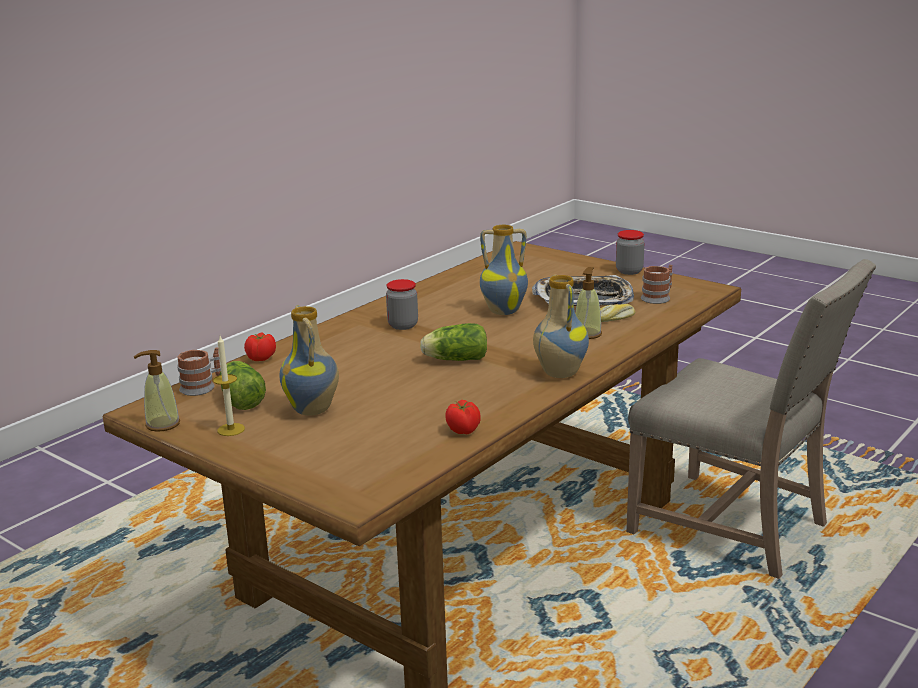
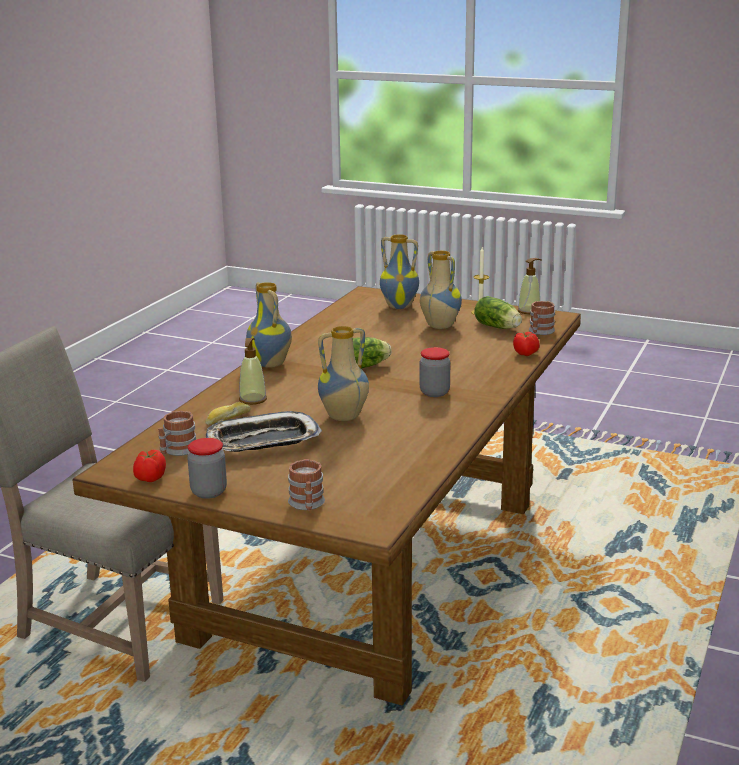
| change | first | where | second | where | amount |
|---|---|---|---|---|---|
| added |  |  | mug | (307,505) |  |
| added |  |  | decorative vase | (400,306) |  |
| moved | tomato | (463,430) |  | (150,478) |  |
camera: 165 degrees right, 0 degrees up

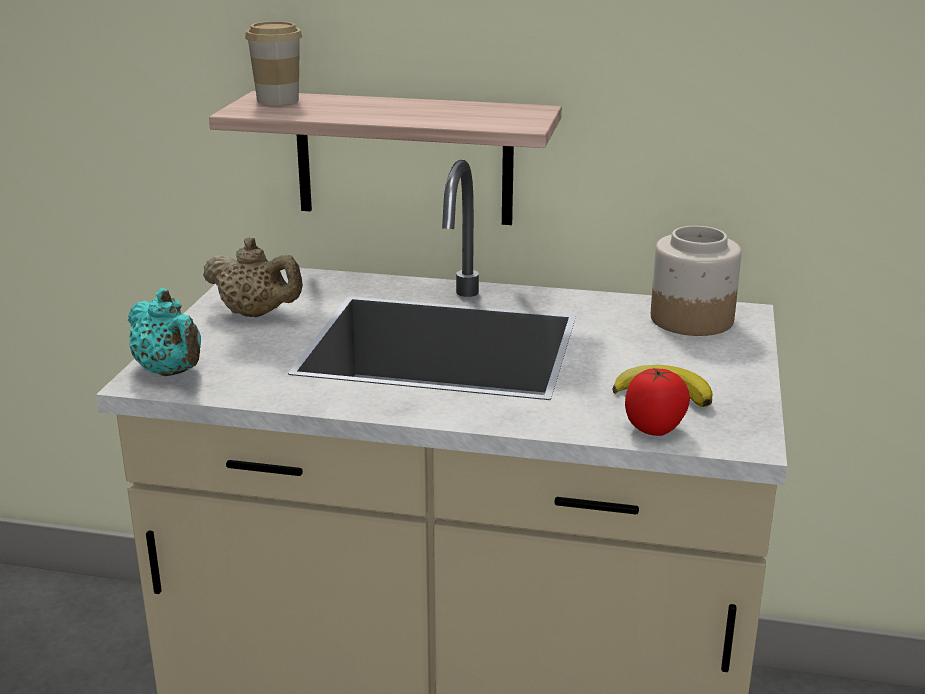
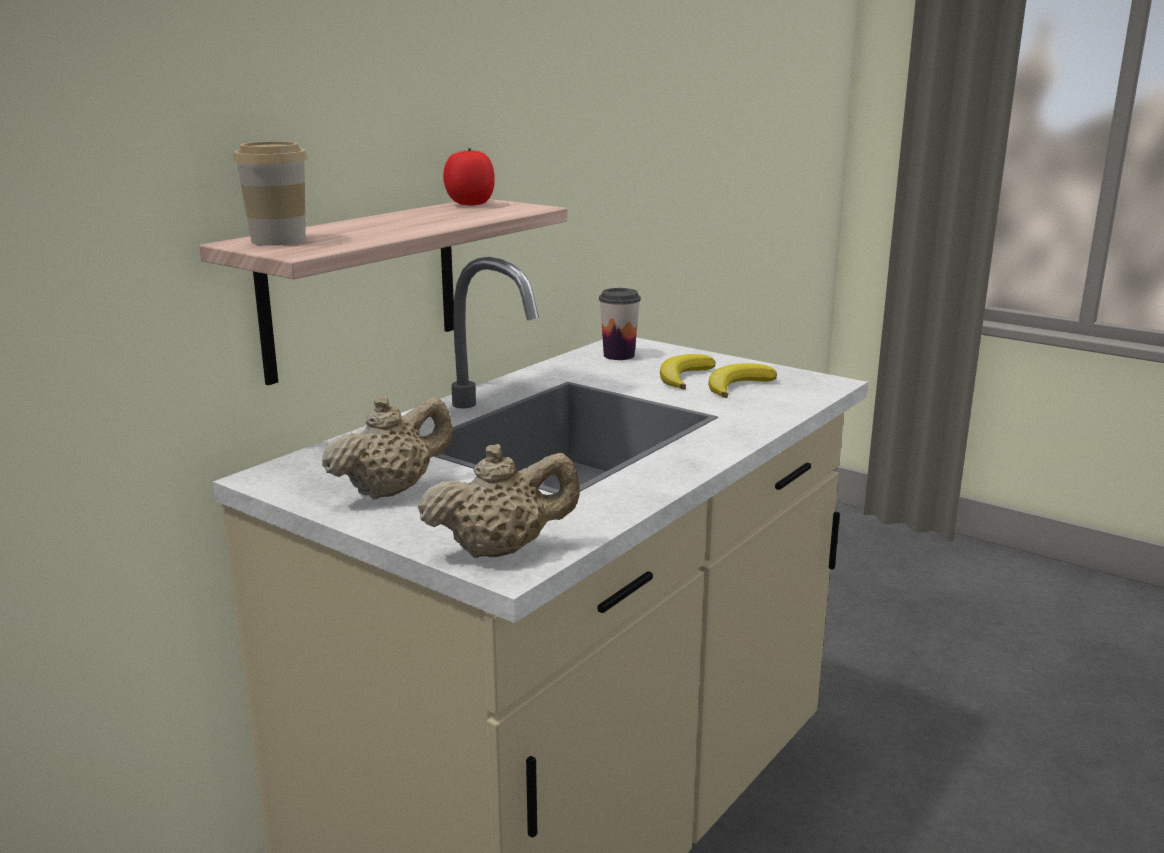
| change | first | where | second | where | amount |
|---|---|---|---|---|---|
| added |  |  | banana | (683,377) |  |
| moved | tomato | (655,429) |  | (470,204) |  |
| replaced | jar | (690,319) | drinking cup | (619,355) |  |
| recoloured | pot for tea (blue-green) | (171,372) | pot for tea (beige-coloured) | (501,550) |  |
camera: 65 degrees left, 5 degrees down

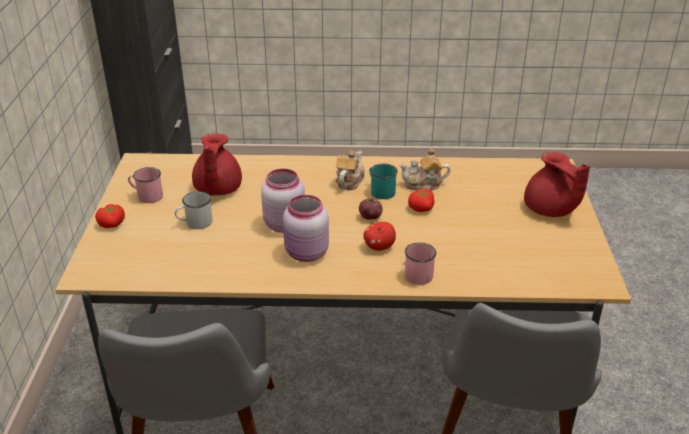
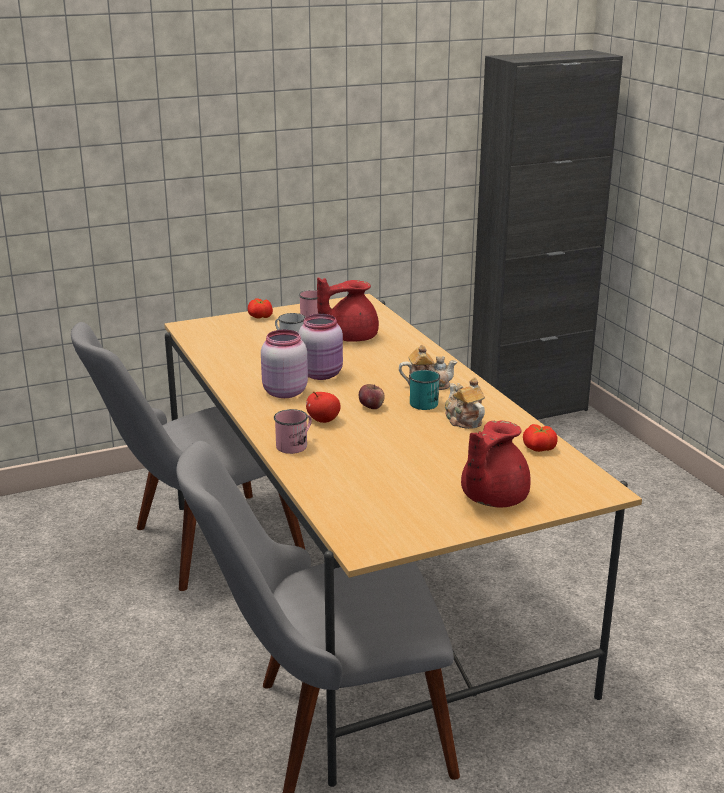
| change | first | where | second | where | amount |
|---|---|---|---|---|---|
| moved | tomato | (421,208) |  | (539,448) |  |
camera: 65 degrees right, 10 degrees down

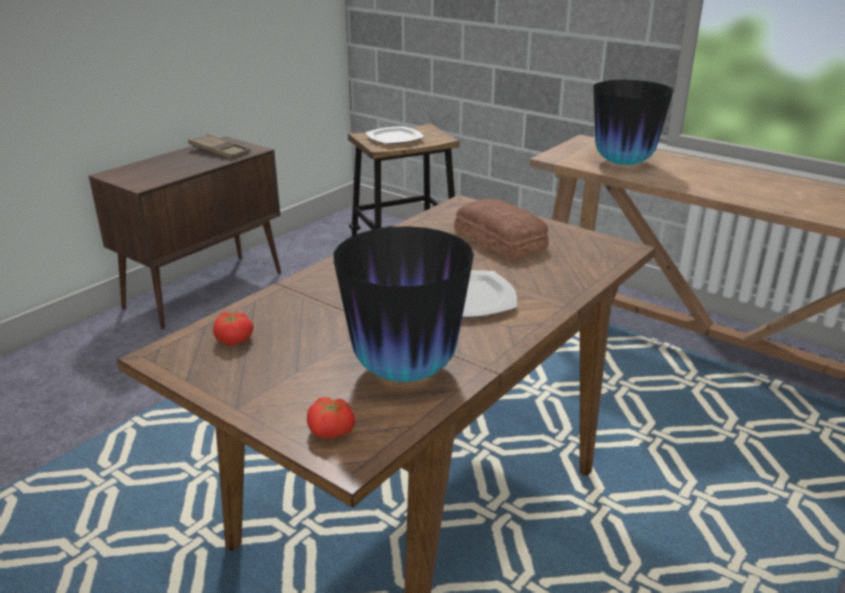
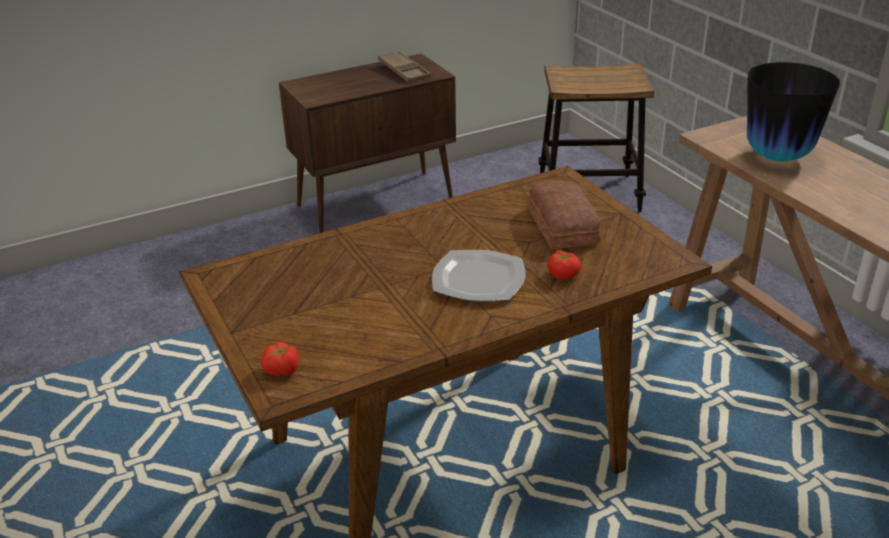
| change | first | where | second | where | amount |
|---|---|---|---|---|---|
| removed | decorative vase | (404,371) |  |  |  |
| removed | dinner plate | (394,138) |  |  |  |
| moved | tomato | (234,339) |  | (563,274) |  |
camera: 25 degrees right, 5 degrees up

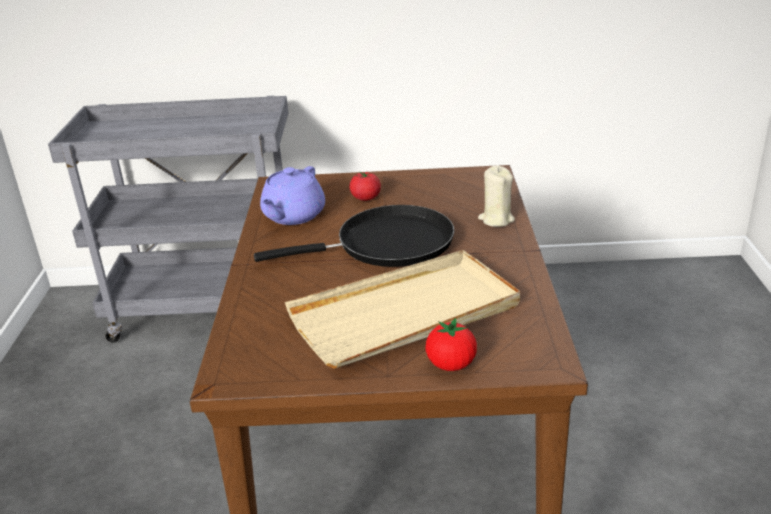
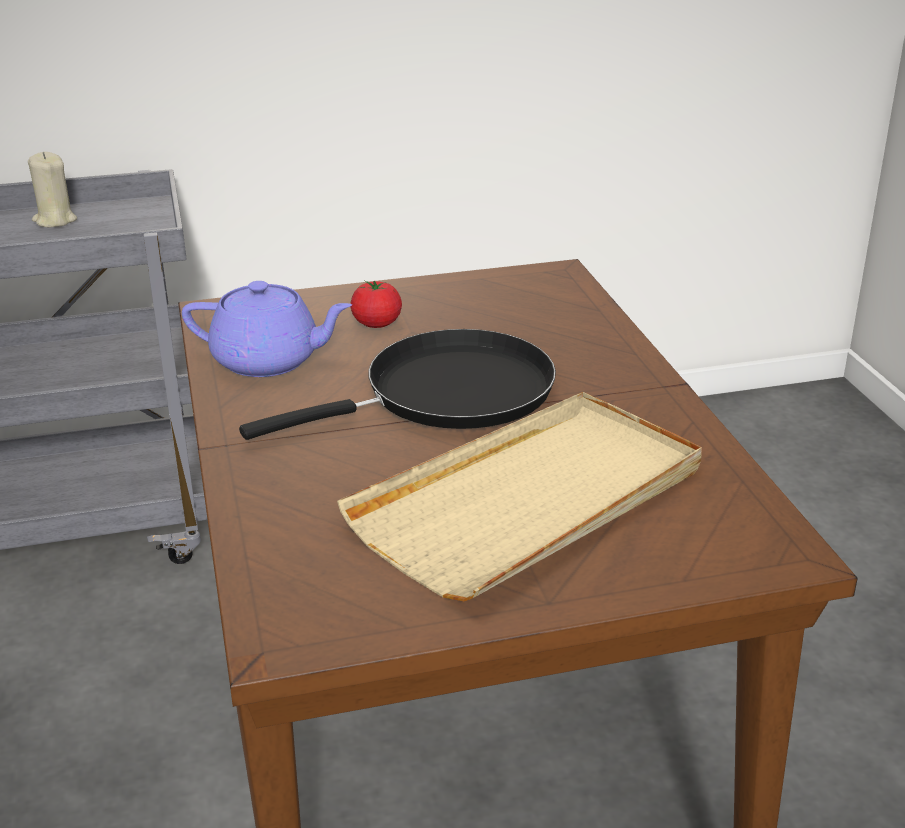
| change | first | where | second | where | amount |
|---|---|---|---|---|---|
| removed | tomato | (451,365) |  |  |  |
| moved | candle (beige-coloured) | (496,219) |  | (55,220) |  |
| turned | pot for tea (purplish) | (293,216) |  | (269,361) | 90 degrees counterclockwise |
camera: 15 degrees left, 0 degrees up

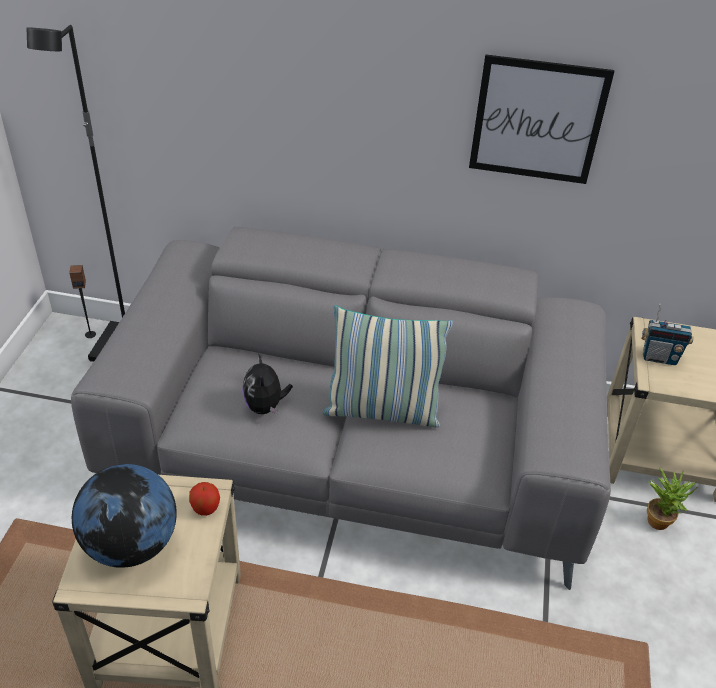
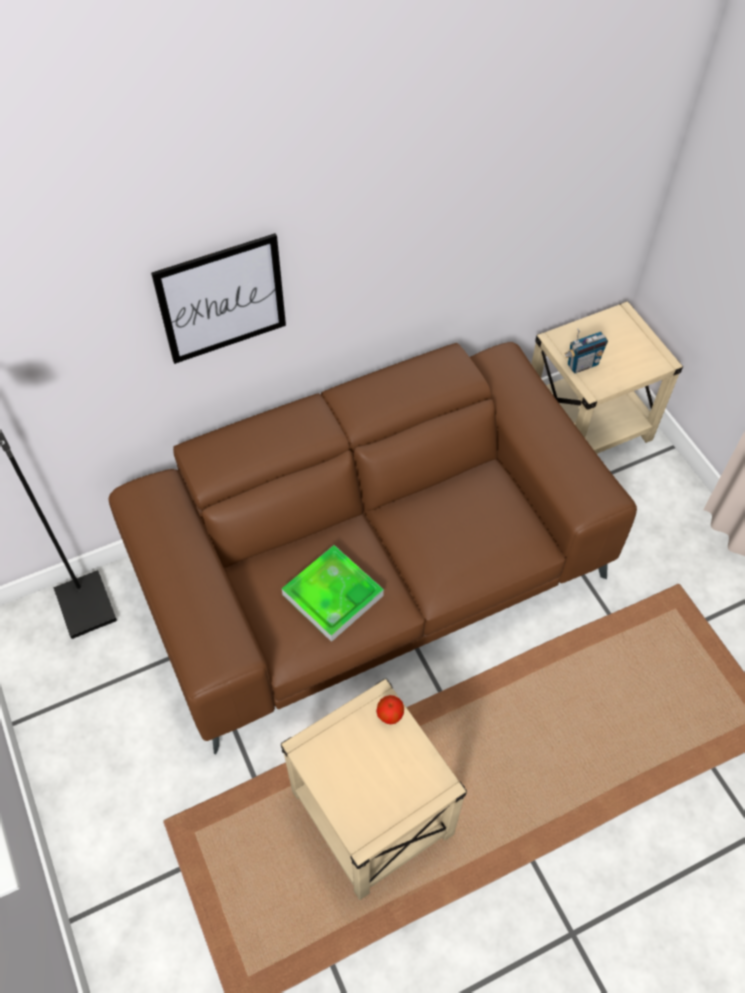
| change | first | where | second | where | amount |
|---|---|---|---|---|---|
| removed | loudspeaker | (90,334) |  |  |  |
| removed | globe | (131,545) |  |  |  |
| removed | throw pillow | (382,411) |  |  |  |
| removed | potted plant | (659,518) |  |  |  |
| moved | picture | (537,120) |  | (222,299) |  |
| replaced | cuddly toy | (265,407) | serving tray | (333,595) |  |
| recoloured | sofa (grey) | (353,449) | sofa (brownish) | (372,569) |  |
camera: 35 degrees left, 15 degrees up

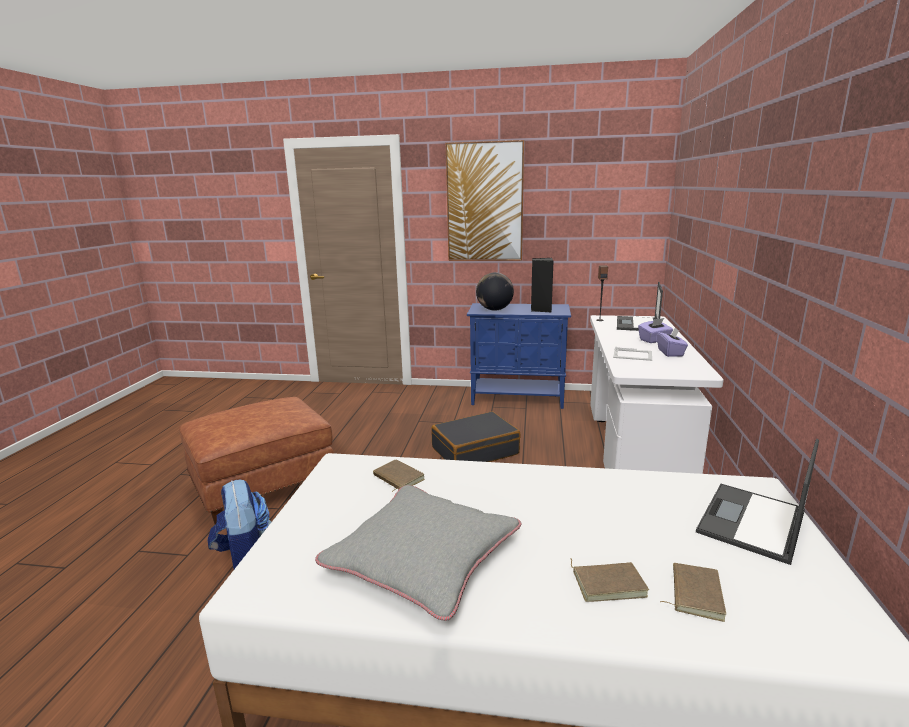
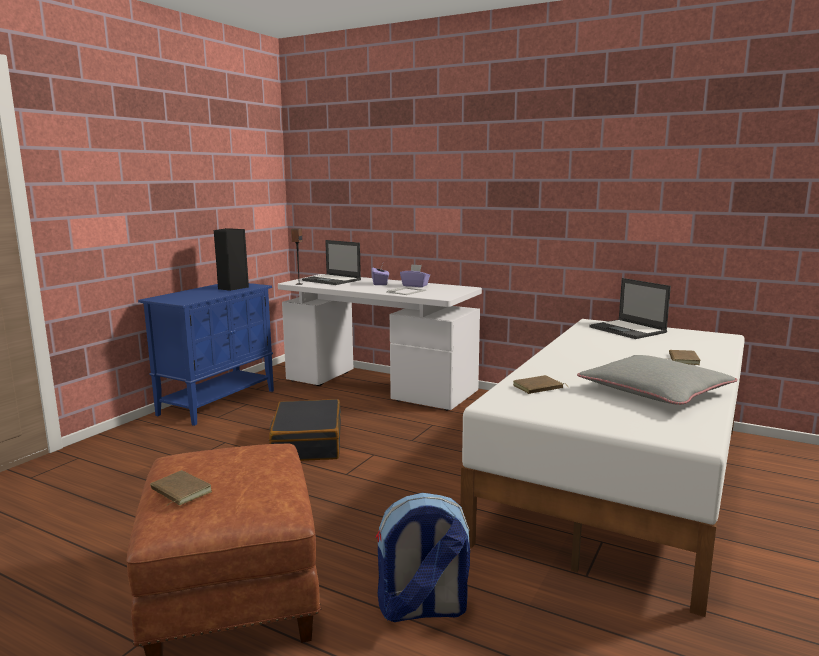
| change | first | where | second | where | amount |
|---|---|---|---|---|---|
| removed | picture | (485,202) |  |  |  |
| removed | globe | (494,310) |  |  |  |
| moved | bound book (brownish) | (694,593) |  | (179,491) |  |
camera: 70 degrees left, 5 degrees down

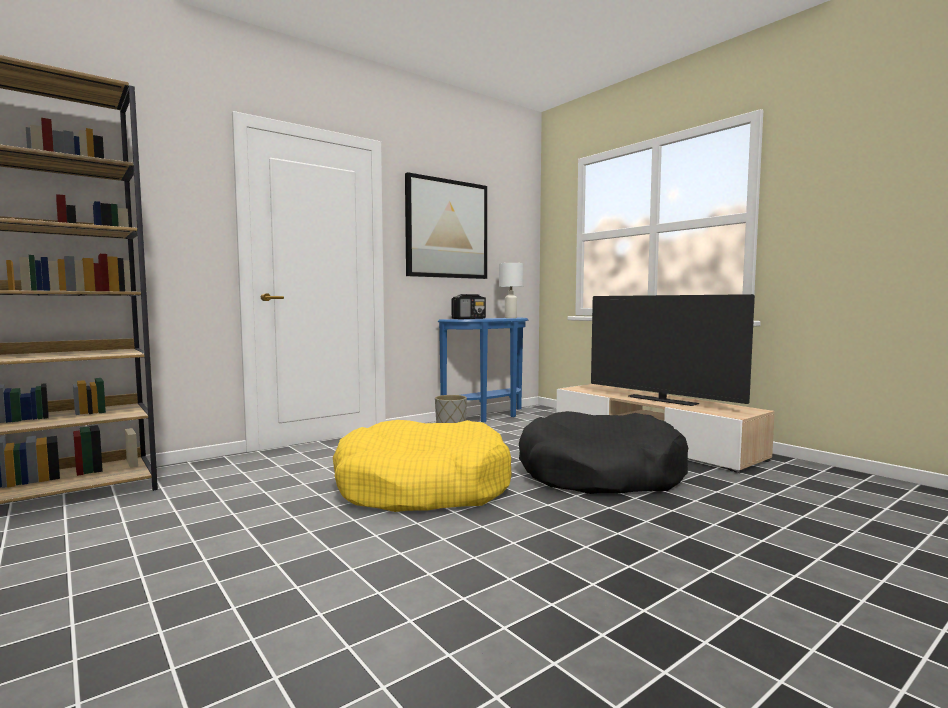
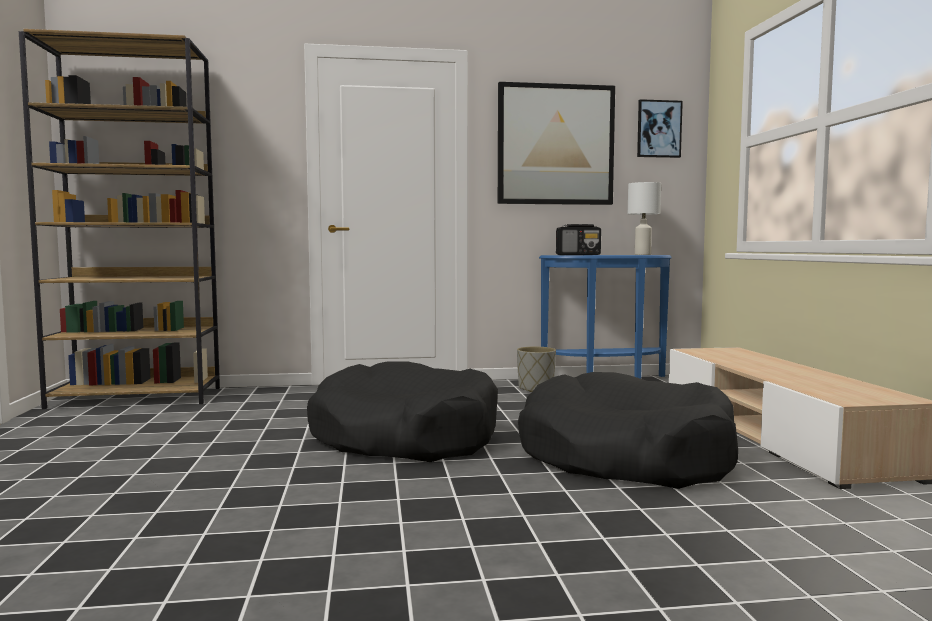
| change | first | where | second | where | amount |
|---|---|---|---|---|---|
| removed | TV set | (661,400) |  |  |  |
| added |  |  | picture | (658,129) |  |
| recoloured | dog bed (yellow) | (422,488) | dog bed (black-coloured) | (404,437) |  |
camera: 30 degrees right, 0 degrees up

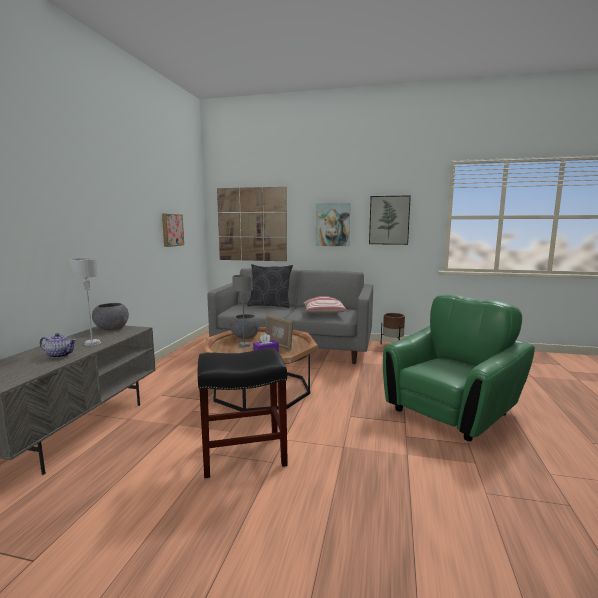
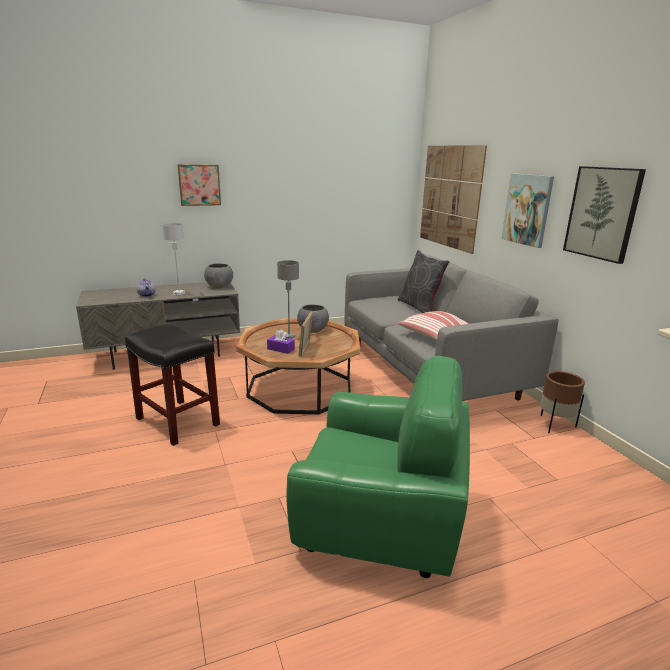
| change | first | where | second | where | amount |
|---|---|---|---|---|---|
| moved | picture | (171,230) |  | (199,185) |  |
camera: 55 degrees right, 10 degrees up

